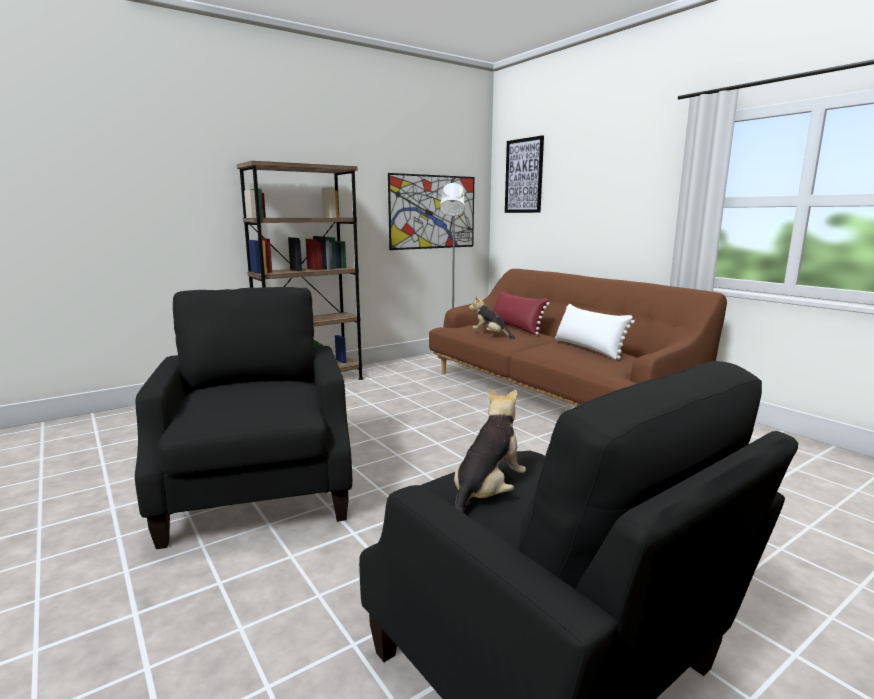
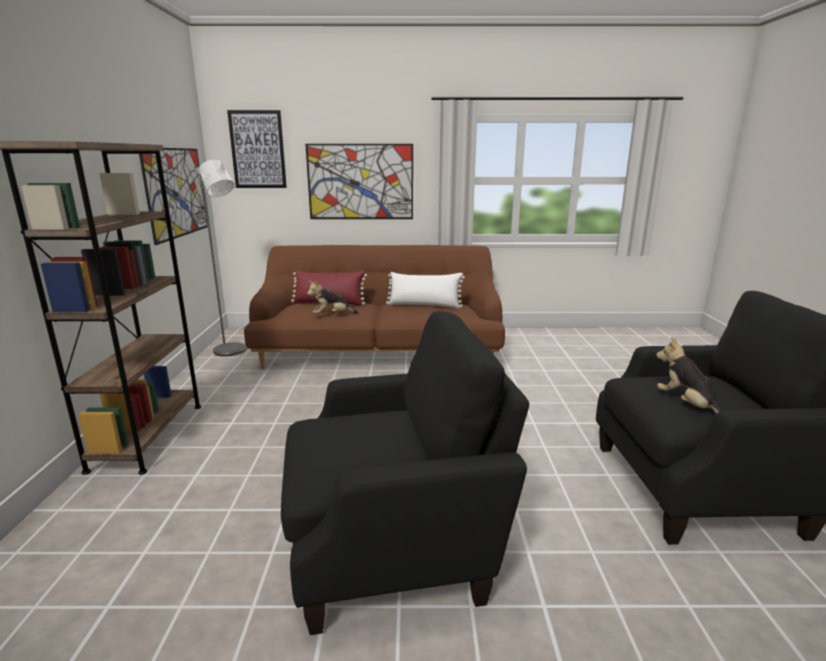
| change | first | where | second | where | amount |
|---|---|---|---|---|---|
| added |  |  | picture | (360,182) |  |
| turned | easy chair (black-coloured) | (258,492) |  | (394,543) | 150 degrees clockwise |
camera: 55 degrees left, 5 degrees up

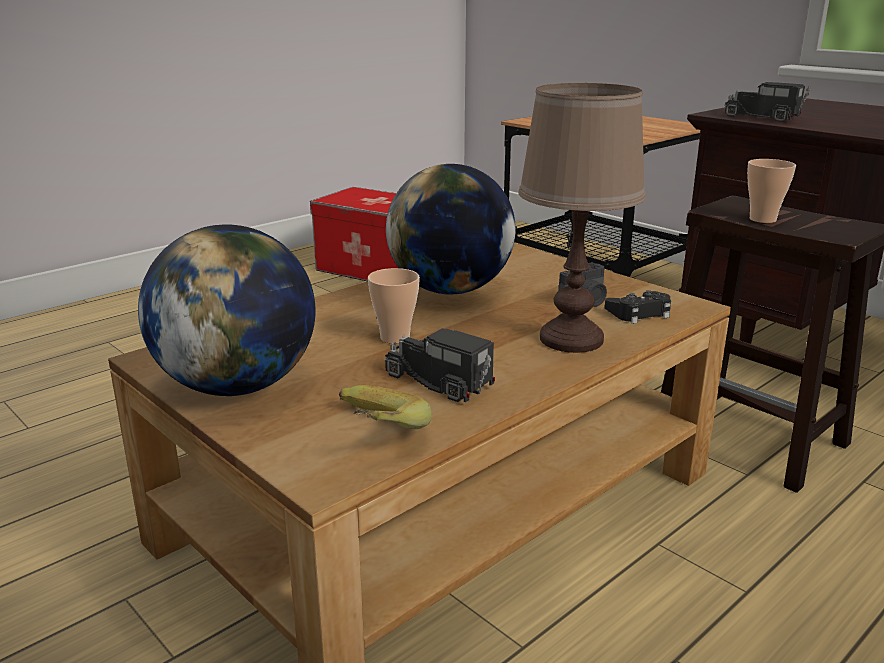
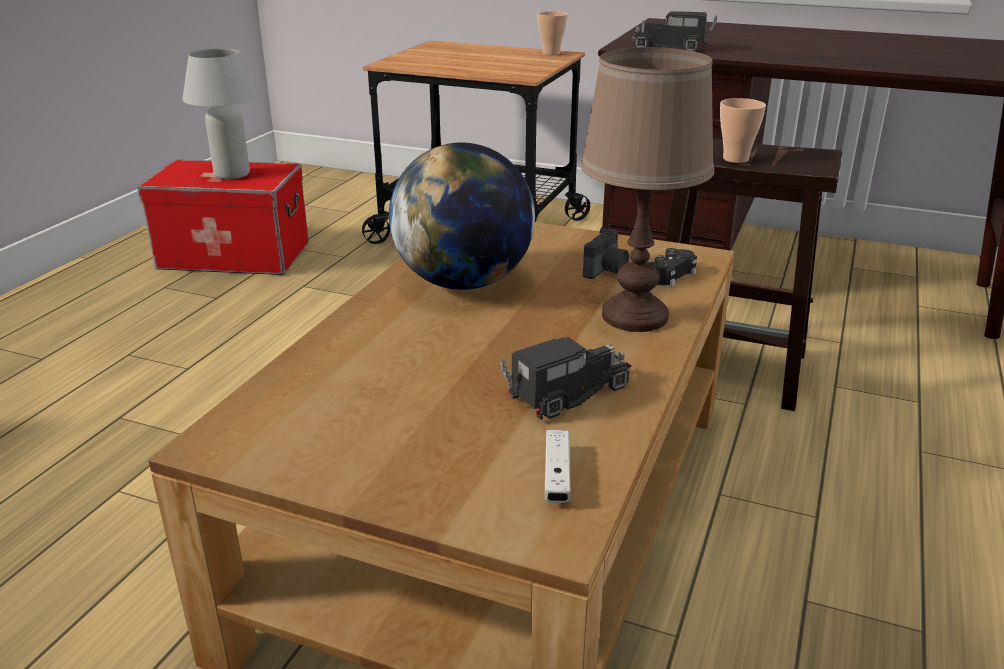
| change | first | where | second | where | amount |
|---|---|---|---|---|---|
| removed | globe | (237,386) |  |  |  |
| added |  |  | tabletop lamp (white-coloured) | (232,174) |  |
| moved | drinking cup | (395,338) |  | (551,53) |  |
| replaced | banana | (371,436) | gamepad (white-coloured) | (557,476) |  |
| turned | toy truck | (443,383) |  | (565,395) | 135 degrees clockwise |
camera: 25 degrees left, 5 degrees up

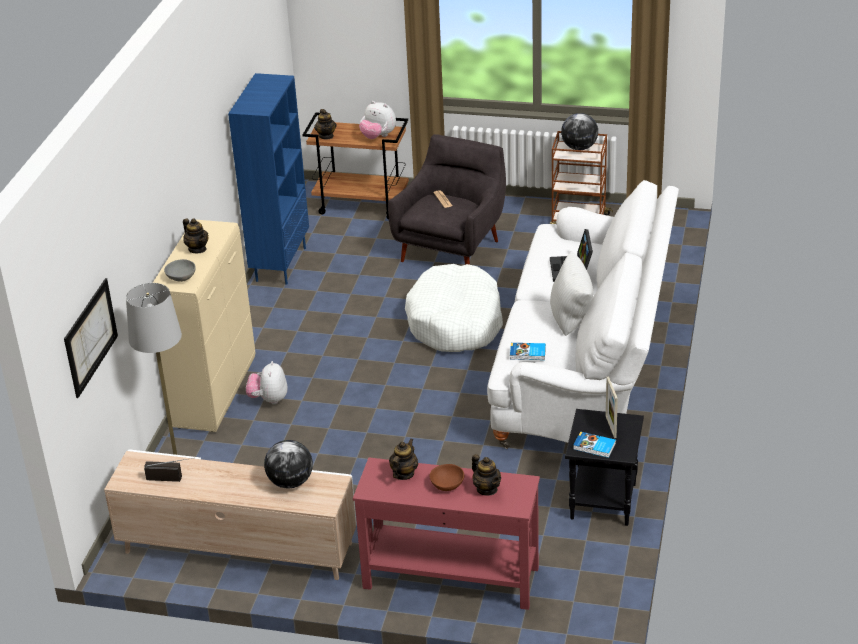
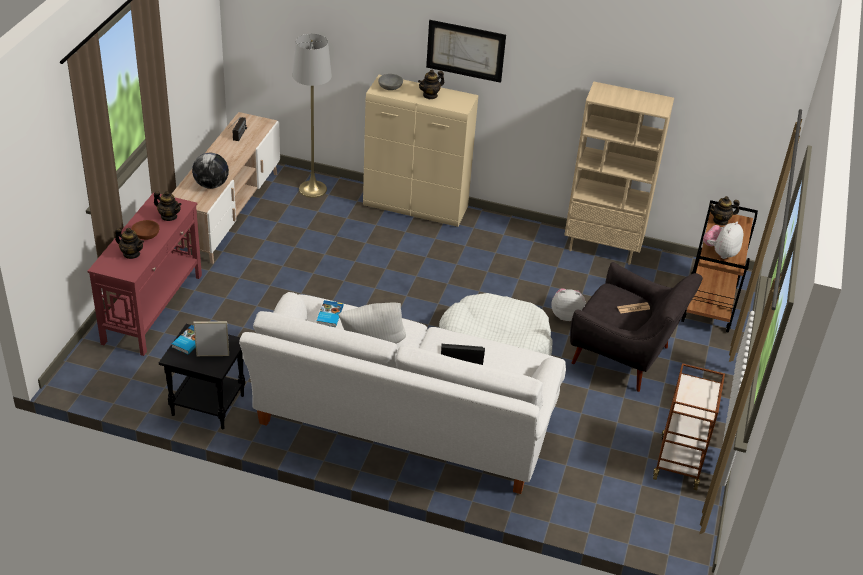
| change | first | where | second | where | amount |
|---|---|---|---|---|---|
| removed | globe | (579,148) |  |  |  |
| moved | picture | (91,337) |  | (465,51) |  |
| moved | cuddly toy | (269,399) |  | (566,315) |  |
| recoloured | shelving unit (blue-coloured) | (280,264) | shelving unit (beige-coloured) | (603,248) |  |
| turned | pot for tea | (487,489) |  | (131,254) | 120 degrees counterclockwise |
camera: 90 degrees right, 5 degrees up

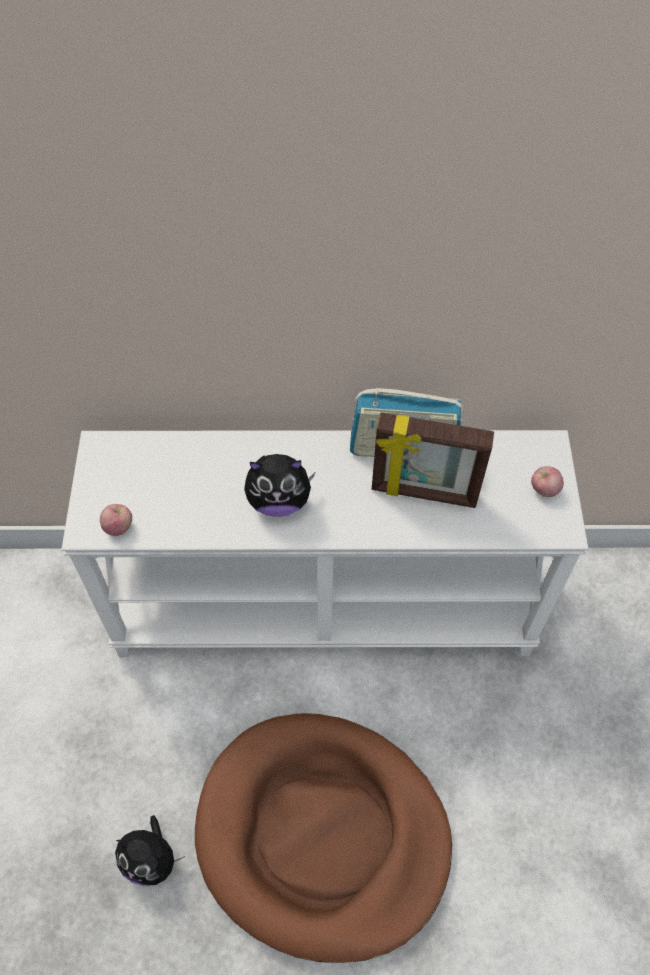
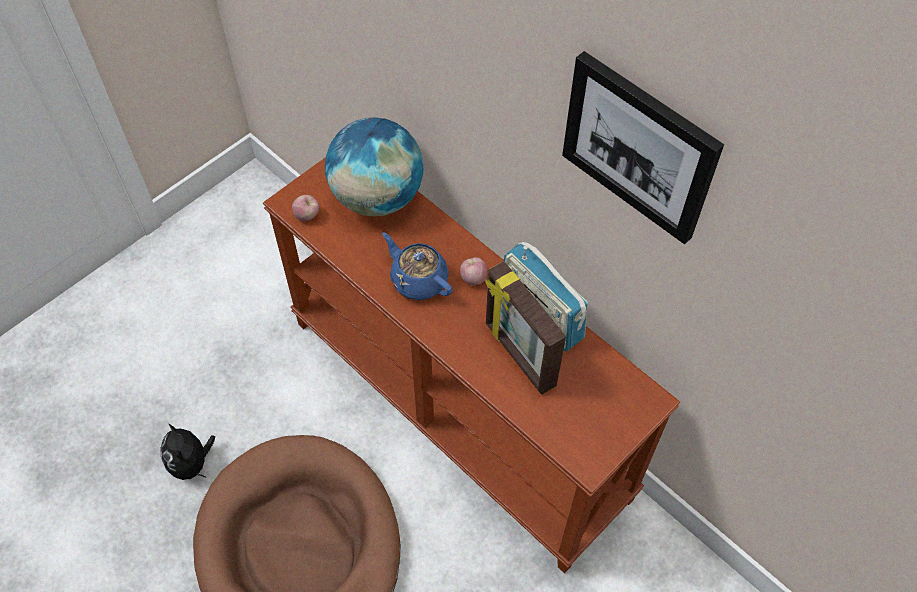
| change | first | where | second | where | amount |
|---|---|---|---|---|---|
| added |  |  | globe | (377,197) |  |
| added |  |  | picture | (639,147) |  |
| moved | whole apple | (544,490) |  | (473,278) |  |
| replaced | cuddly toy | (279,501) | pot for tea (blue-coloured) | (418,280) |  |
| recoloured | narrow table (white-coloured) | (325,603) | narrow table (brownish) | (460,406) |  |
camera: 45 degrees right, 0 degrees up

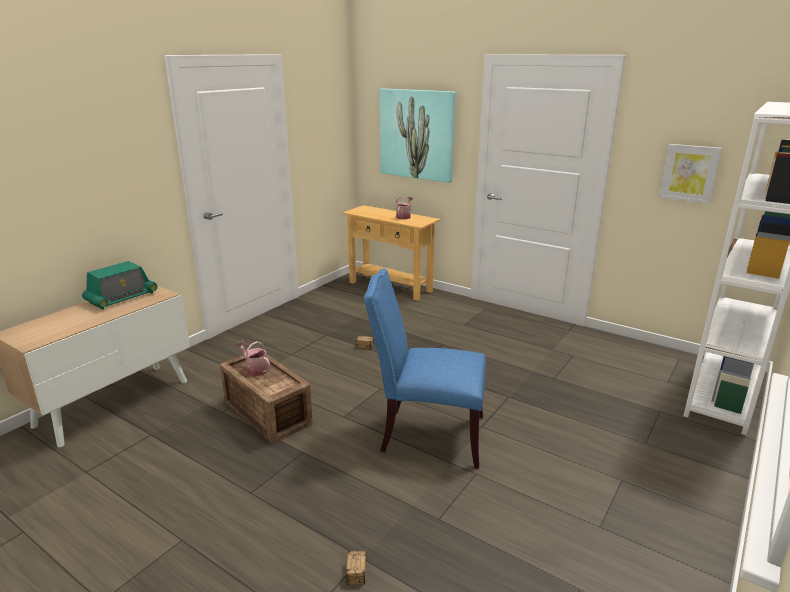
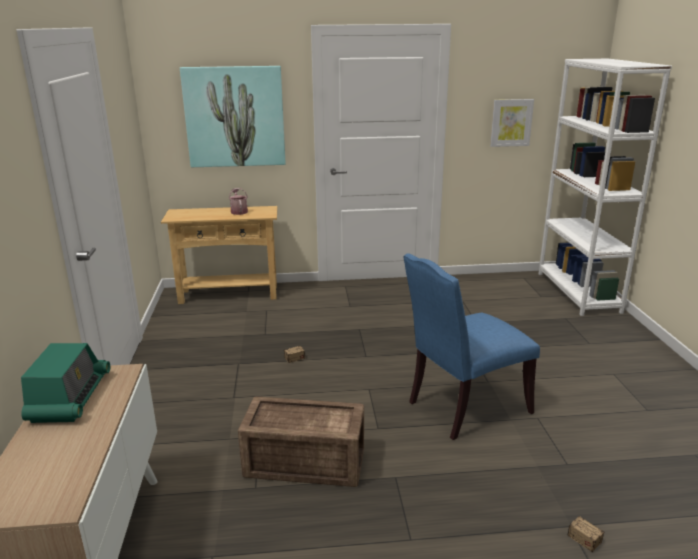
| change | first | where | second | where | amount |
|---|---|---|---|---|---|
| removed | watering can | (255,369) |  |  |  |
camera: 40 degrees left, 0 degrees up

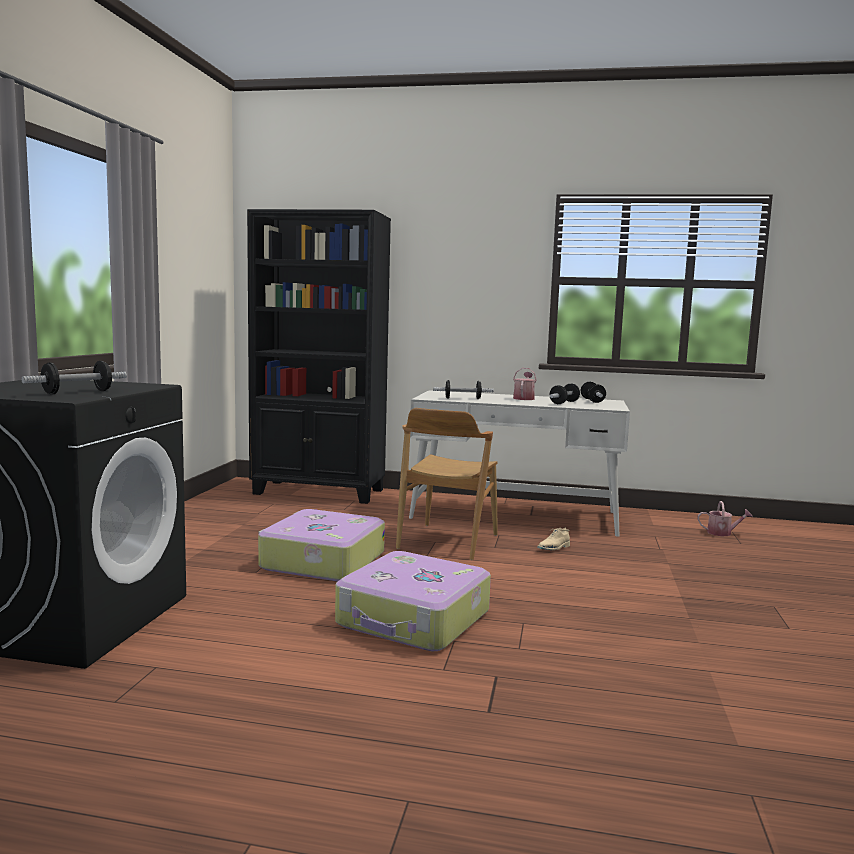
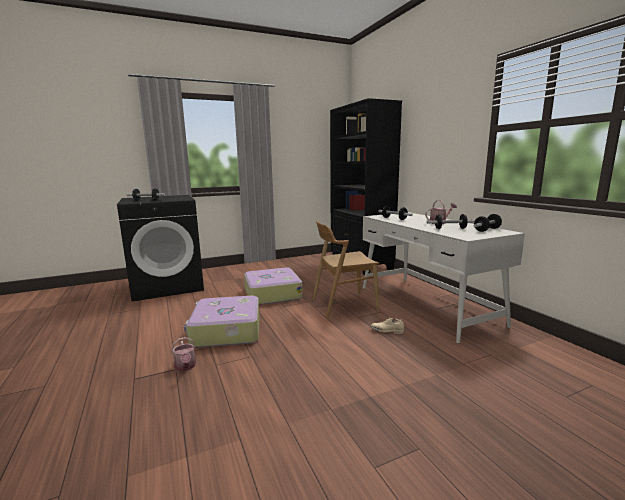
| change | first | where | second | where | amount |
|---|---|---|---|---|---|
| moved | watering can | (722,533) |  | (185,367) |  |
camera: 55 degrees right, 5 degrees up

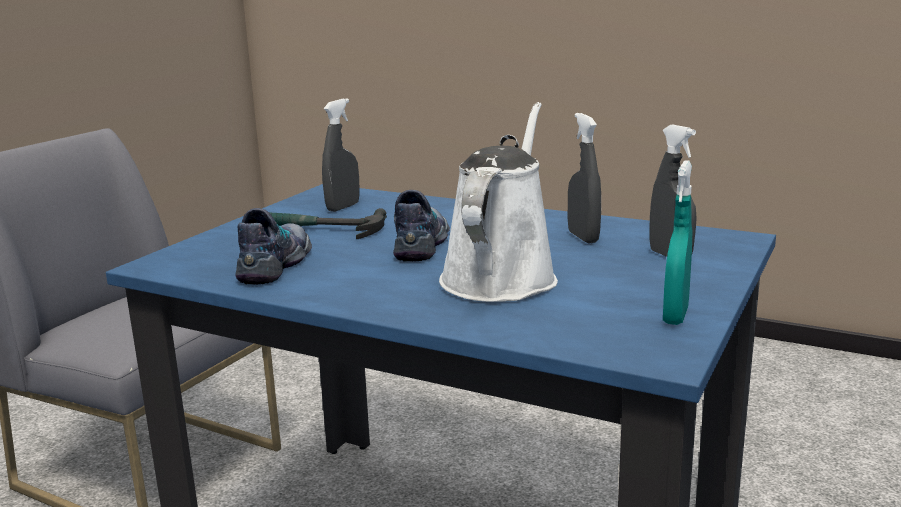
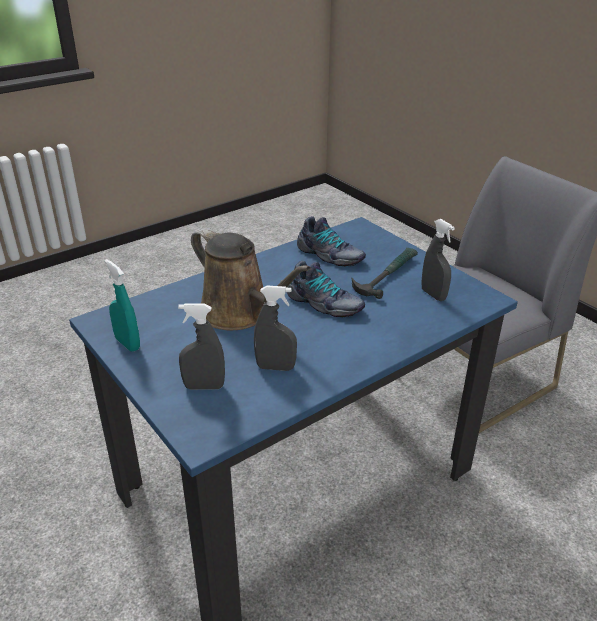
| change | first | where | second | where | amount |
|---|---|---|---|---|---|
| recoloured | watering can (white-coloured) | (501,276) | watering can (brownish) | (240,313) |  |
camera: 115 degrees right, 15 degrees up

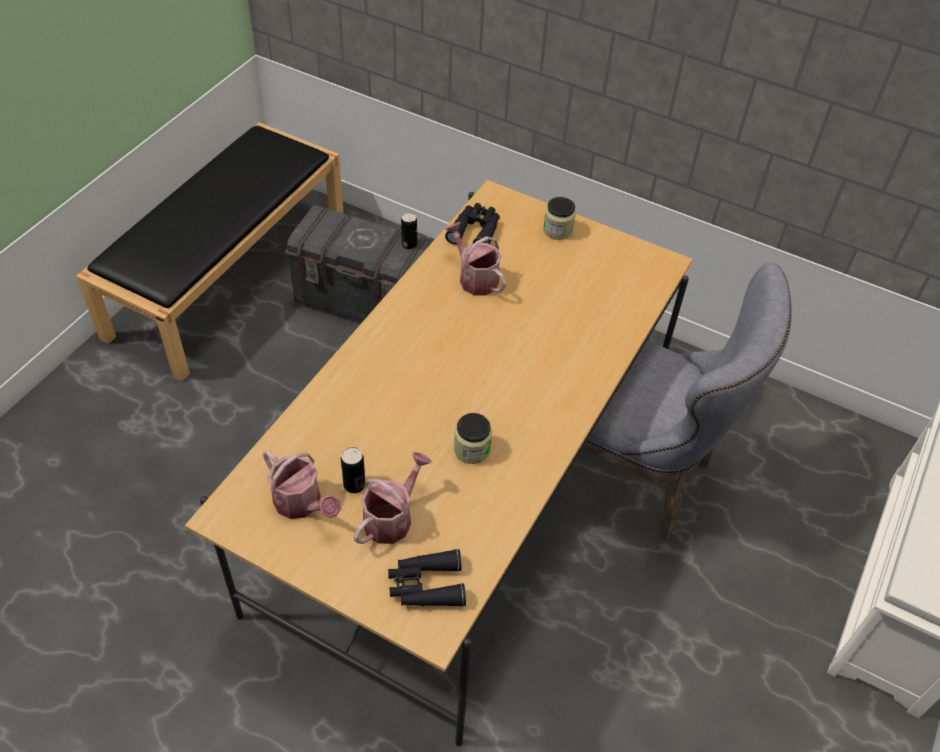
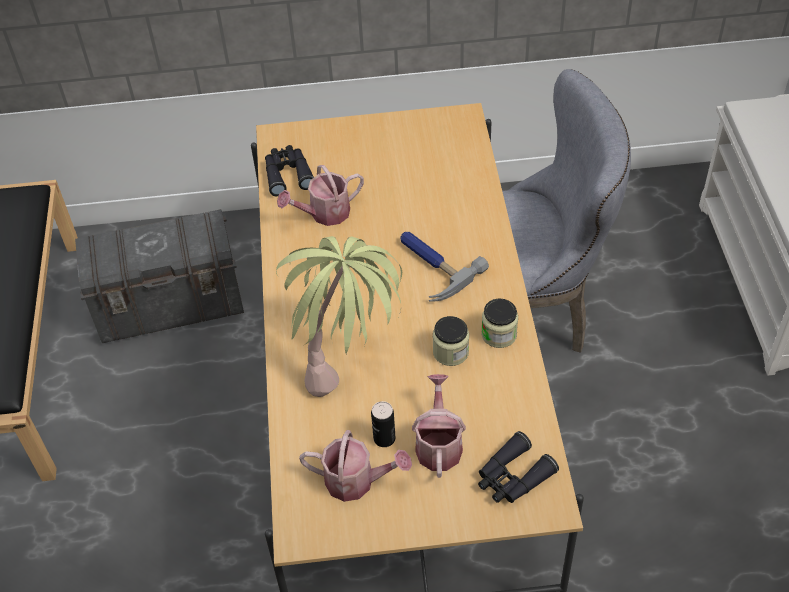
| change | first | where | second | where | amount |
|---|---|---|---|---|---|
| removed | can | (409,244) |  |  |  |
| added |  |  | potted plant | (349,363) |  |
| added |  |  | hammer | (431,266) |  |
| moved | jar | (558,230) |  | (499,334) |  |
| turned | watering can | (475,278) |  | (324,214) | 45 degrees counterclockwise |
camera: 30 degrees left, 0 degrees up

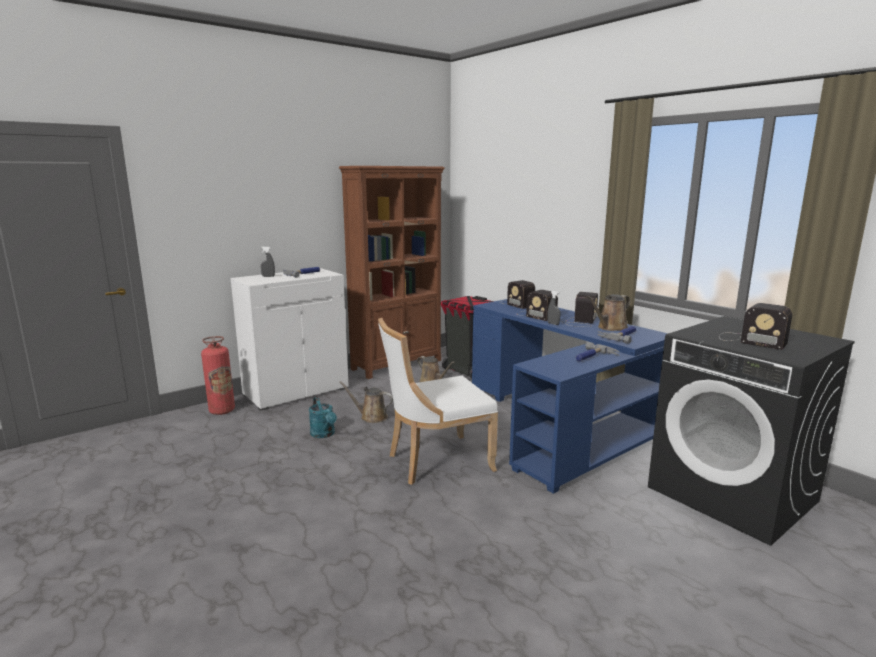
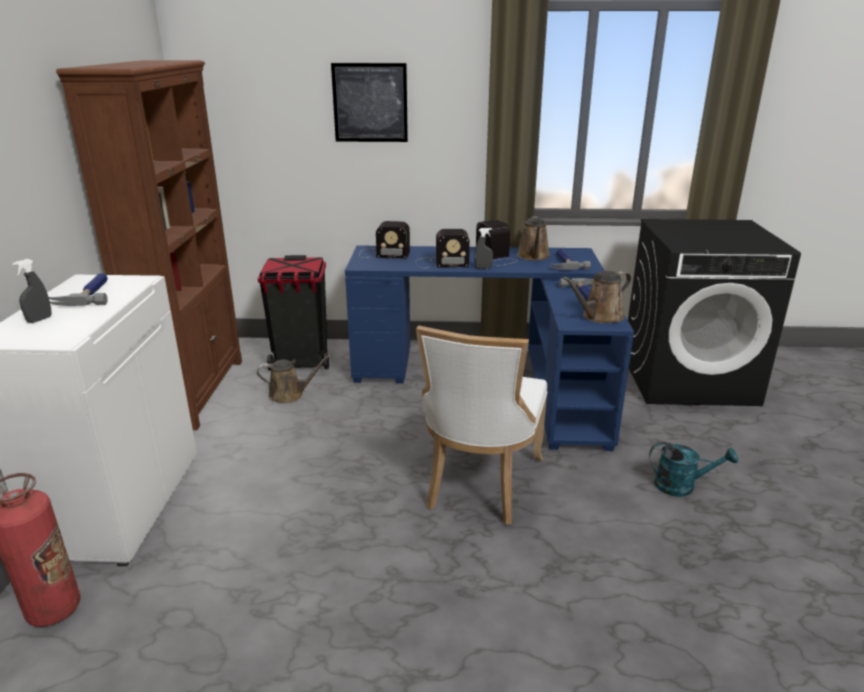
| change | first | where | second | where | amount |
|---|---|---|---|---|---|
| removed | radio | (749,340) |  |  |  |
| added |  |  | picture | (370,103) |  |
| moved | watering can (blue-green) | (324,434) |  | (682,486) |  |
| moved | watering can (brownish) | (371,417) |  | (599,317) |  |
camera: 50 degrees left, 10 degrees up

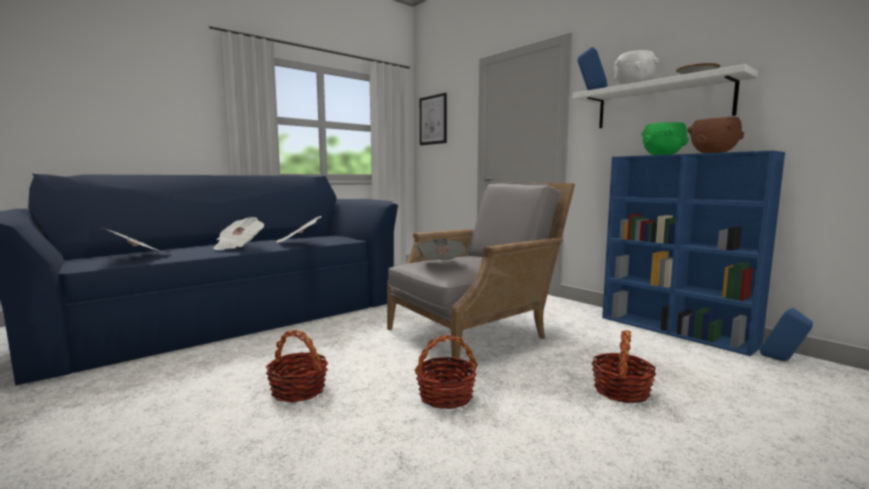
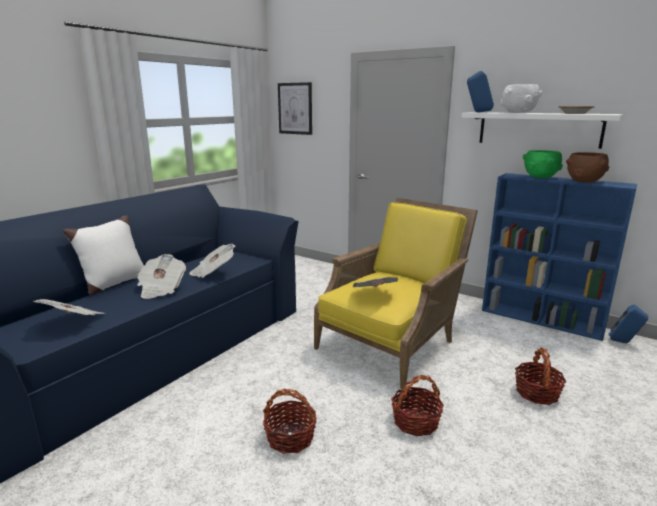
| change | first | where | second | where | amount |
|---|---|---|---|---|---|
| added |  |  | throw pillow (white-coloured) | (114,284) |  |
| recoloured | easy chair (grey) | (476,331) | easy chair (yellow) | (393,341) |  |
camera: 15 degrees left, 10 degrees up

